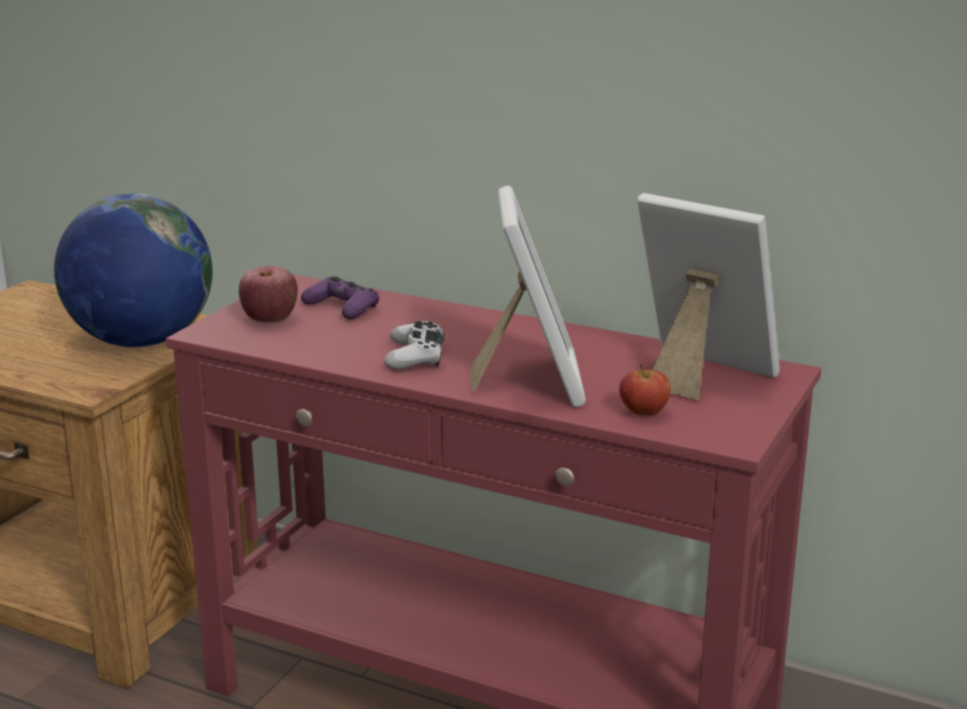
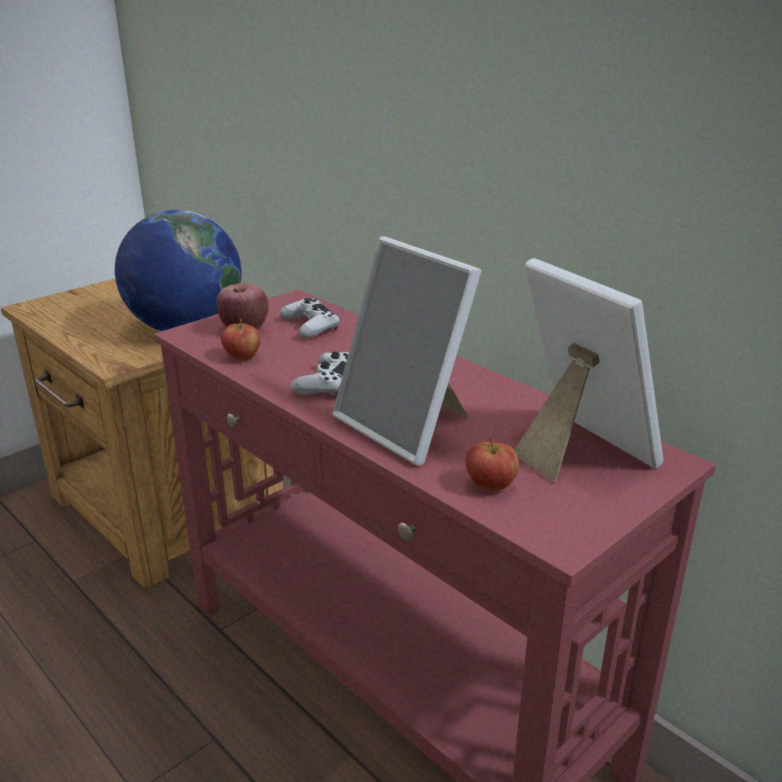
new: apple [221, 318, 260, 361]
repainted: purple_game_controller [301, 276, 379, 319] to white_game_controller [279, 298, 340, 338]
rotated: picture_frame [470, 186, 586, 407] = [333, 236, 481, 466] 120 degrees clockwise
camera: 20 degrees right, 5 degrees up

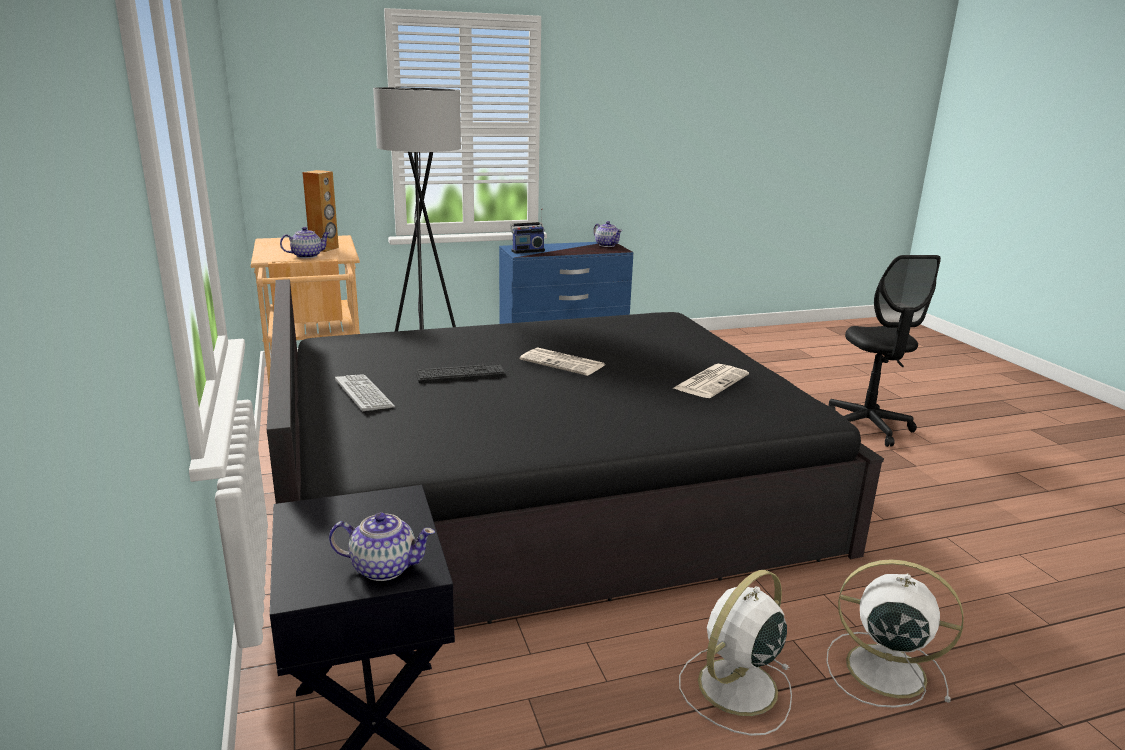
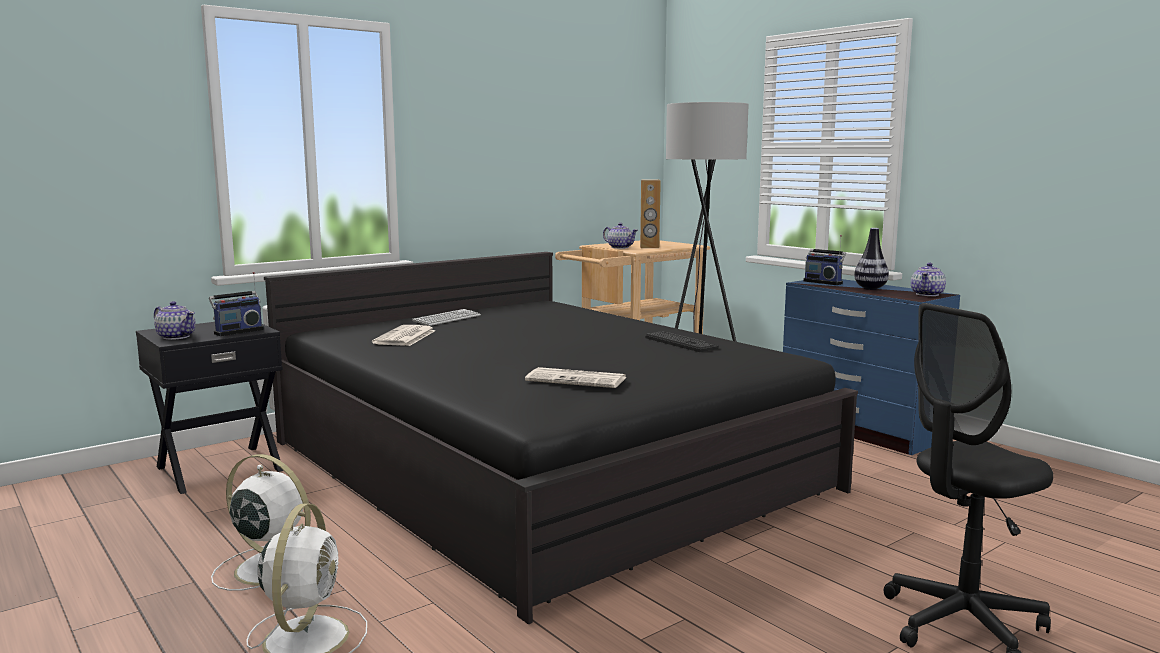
new: vase [854, 228, 889, 290]; radio [209, 272, 264, 337]
shifted: newspaper [520, 347, 604, 376] to [372, 325, 436, 346]; keyboard [416, 364, 506, 383] to [645, 331, 719, 352]
rotated: teapot [329, 513, 435, 581] = [154, 301, 196, 340] 45 degrees counterclockwise
camera: 70 degrees right, 10 degrees down

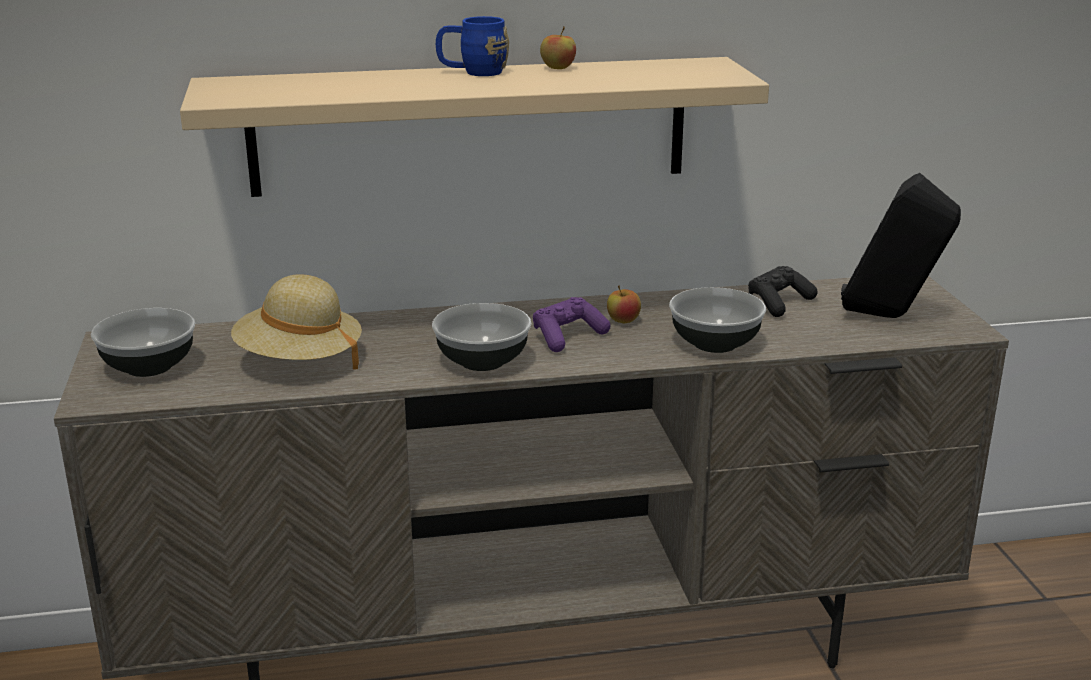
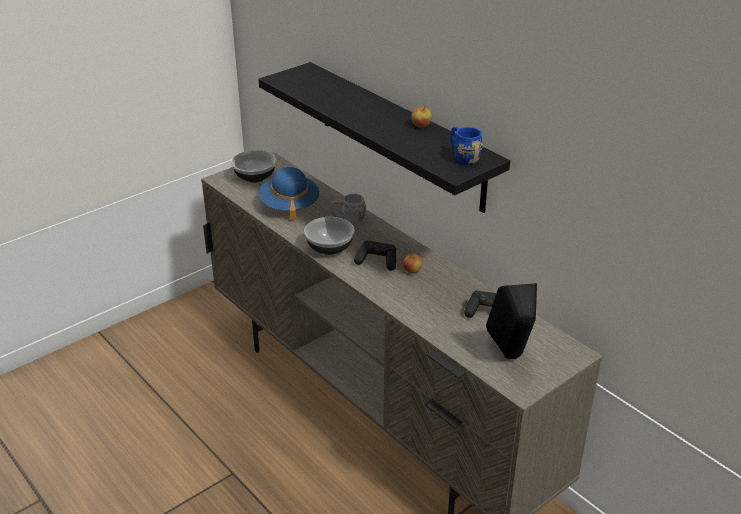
gone: bowl [669, 287, 766, 353]
new: grey_mug [330, 194, 366, 225]
shifted: blue_mug [436, 16, 509, 76] to [450, 127, 483, 165]
repainted: beige_shelf [180, 57, 769, 197] to black_shelf [259, 62, 510, 213]; beige_hat [231, 274, 362, 370] to blue_hat [259, 167, 319, 222]; purple_game_controller [533, 297, 611, 352] to black_game_controller [354, 240, 396, 271]
camera: 60 degrees right, 10 degrees up

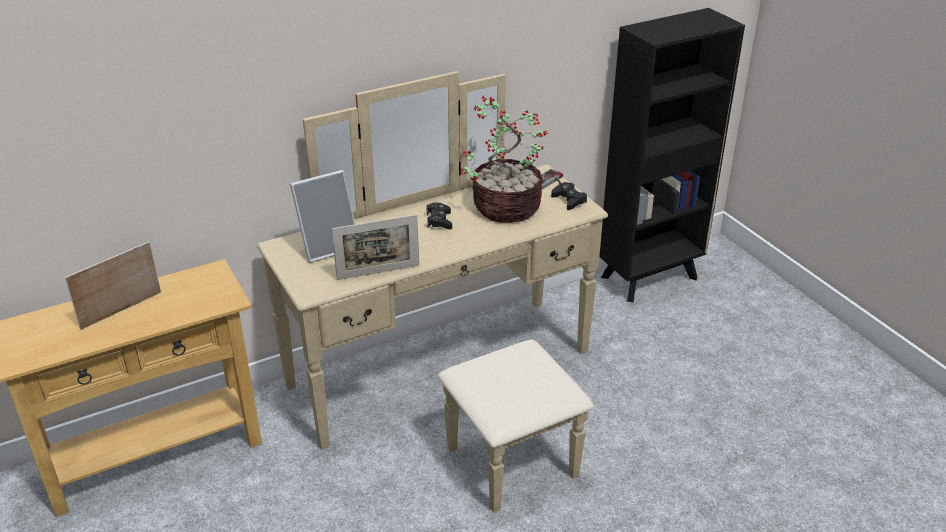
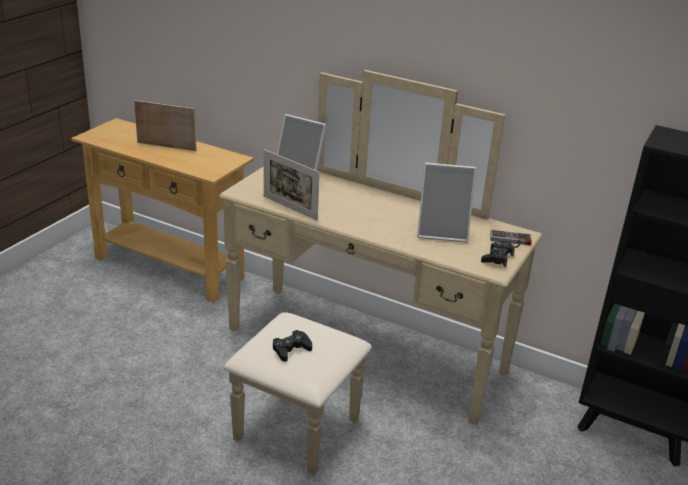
shifted: black_game_controller [426, 202, 452, 229] to [273, 330, 312, 362]
swapped: potted_plant [460, 96, 549, 223] to picture_frame [417, 162, 476, 242]
camera: 55 degrees right, 5 degrees down

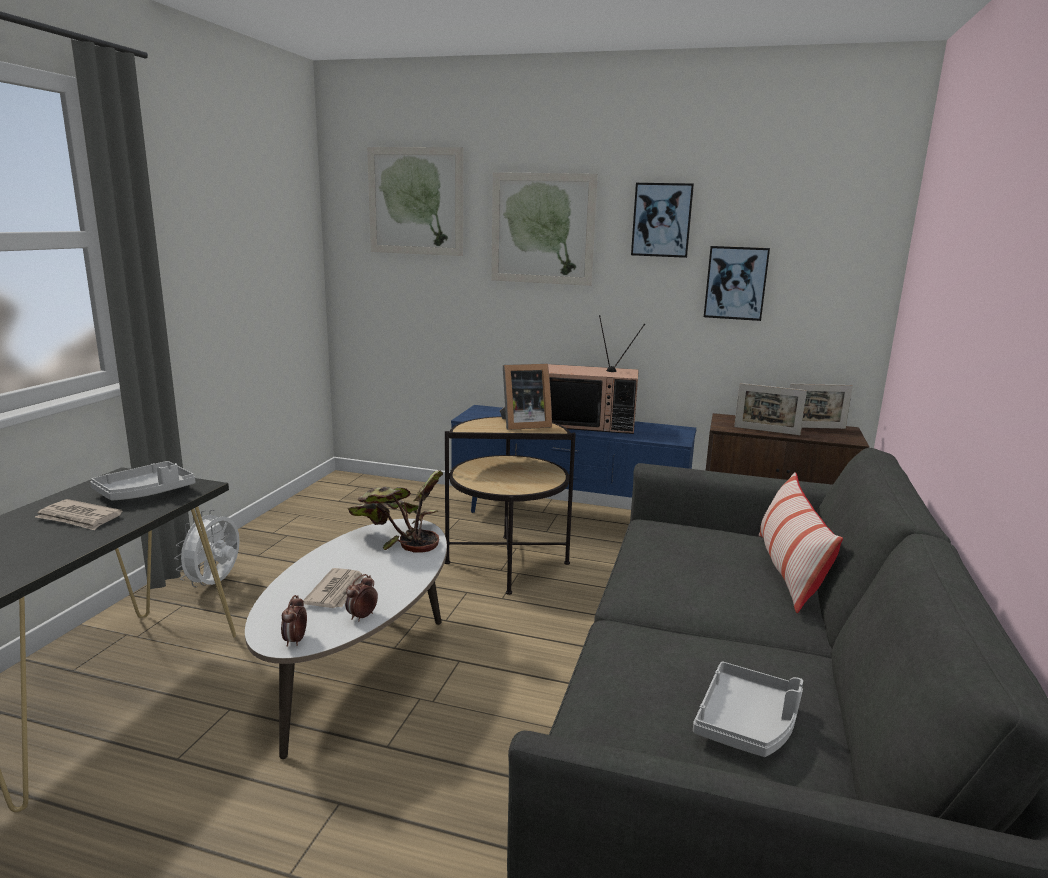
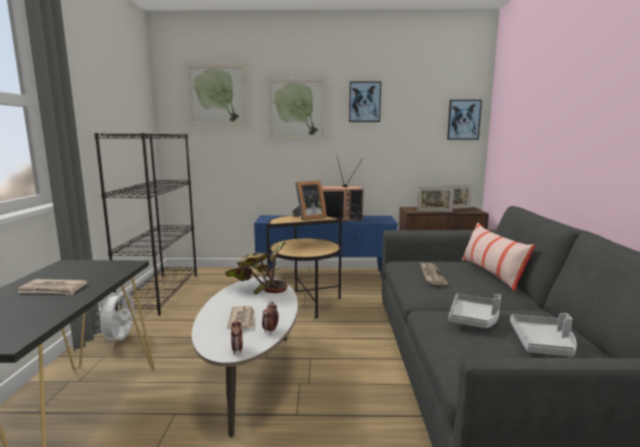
new: black_bookcase [94, 133, 197, 315]; newspaper [420, 262, 448, 285]
shifted: picture [704, 246, 770, 321] to [447, 100, 482, 140]; grey_tray [90, 461, 195, 501] to [448, 294, 501, 328]
camera: 15 degrees left, 5 degrees down

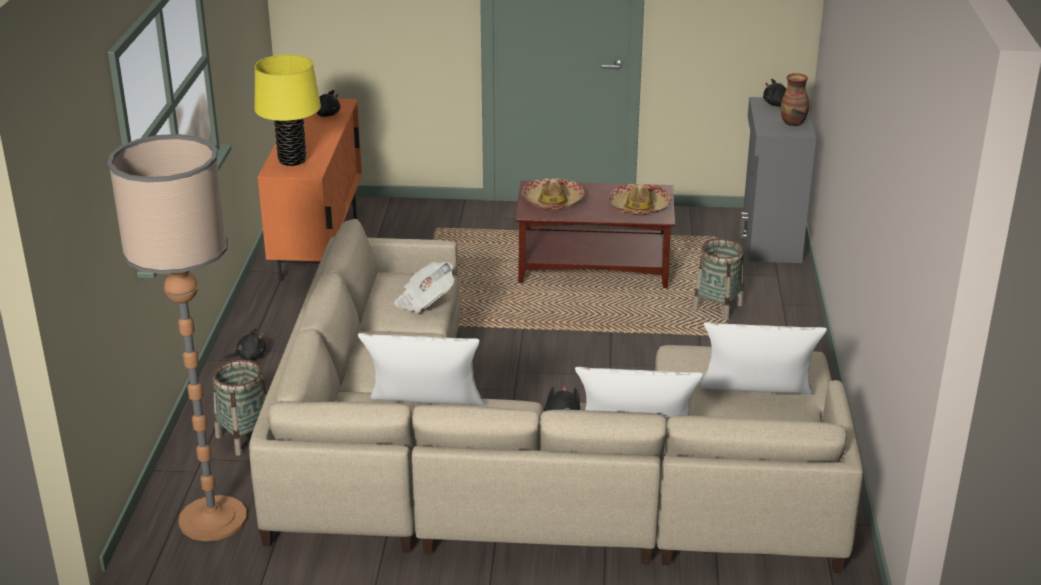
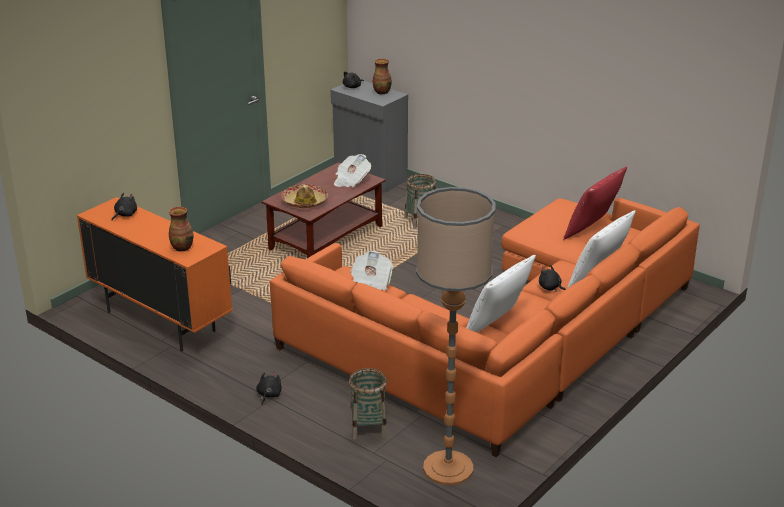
swapped: yellow_table_lamp [255, 54, 321, 166] to vase [169, 207, 193, 251]; hat [609, 184, 672, 215] to newspaper [334, 154, 371, 187]
repainted: beige_sofa [249, 219, 863, 573] to orange_sofa [270, 198, 700, 457]; white_pillow [697, 322, 827, 394] to red_pillow [563, 167, 627, 239]
camera: 55 degrees left, 0 degrees up

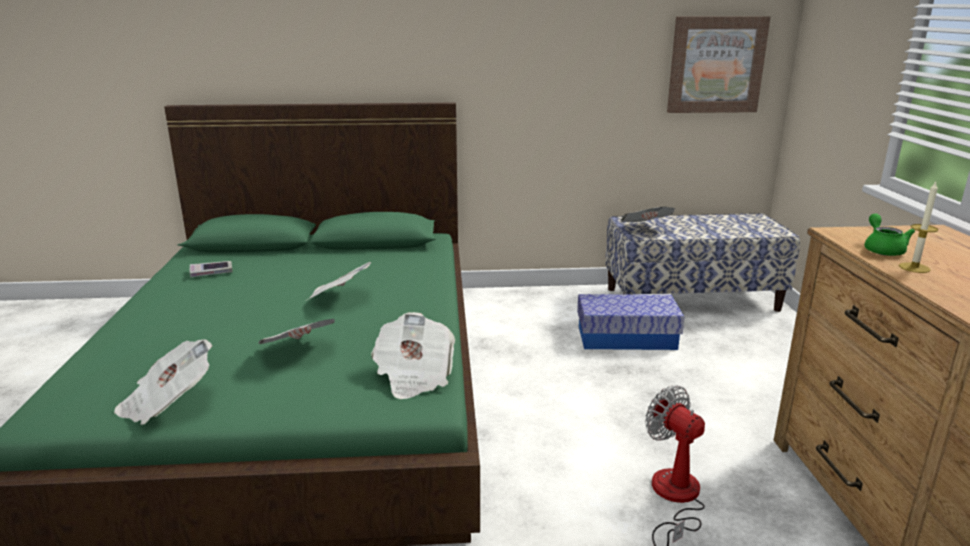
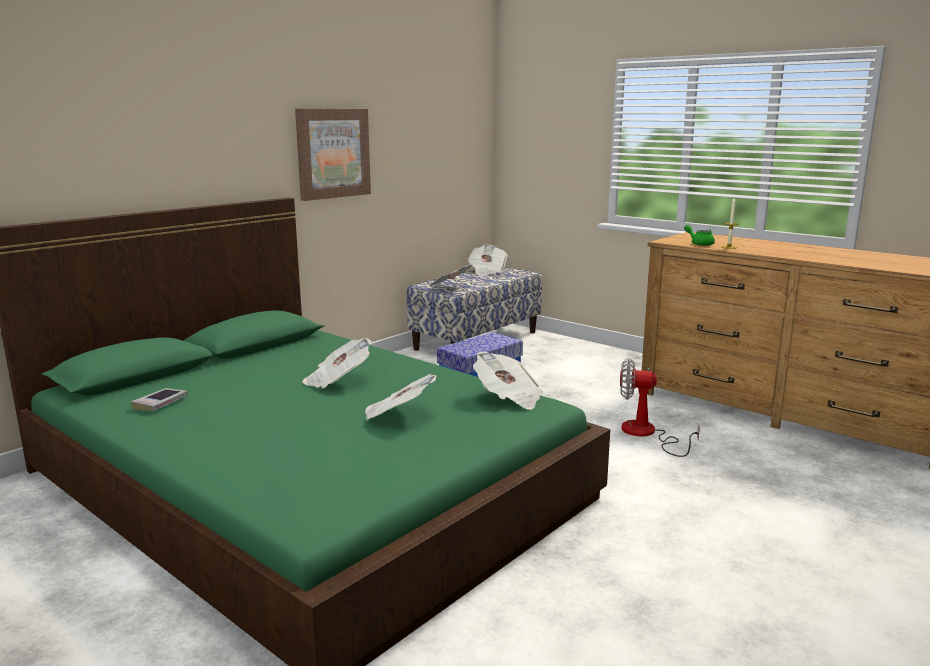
shifted: picture [667, 16, 770, 113] to [295, 109, 371, 201]; newspaper [114, 339, 212, 425] to [468, 245, 508, 276]
camera: 45 degrees left, 5 degrees down

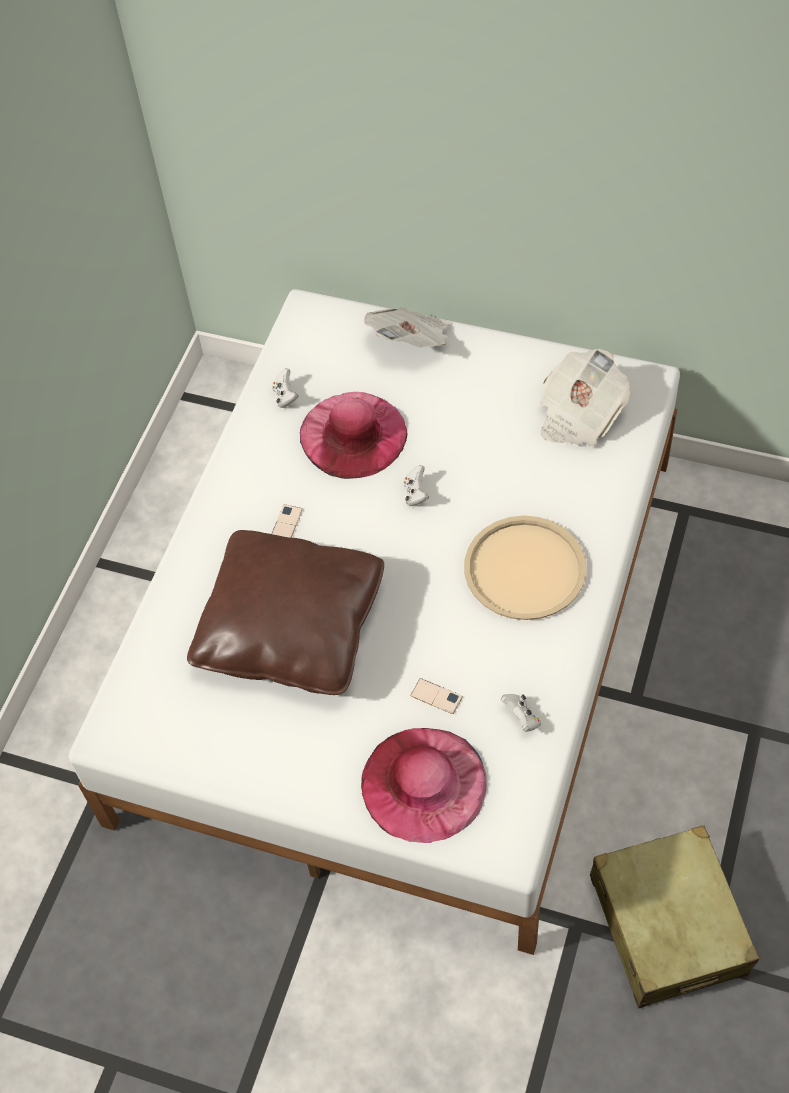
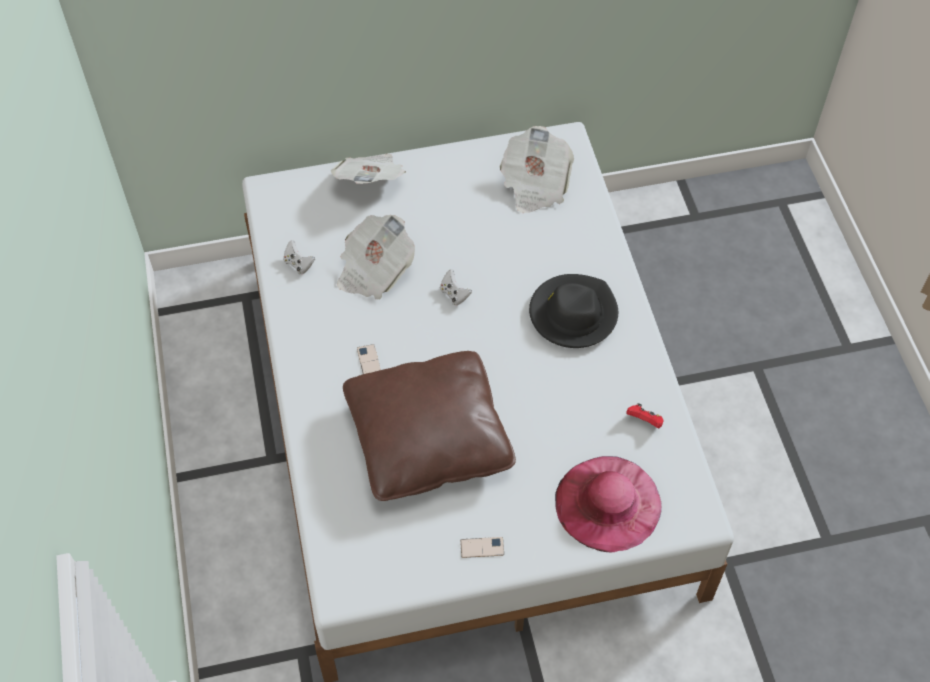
gone: beige_suitcase [590, 826, 759, 1009]
shifted: phone [410, 678, 463, 714] to [460, 537, 504, 558]
swapped: pink_hat [300, 392, 407, 479] to newspaper [337, 215, 415, 300]; beige_tray [464, 515, 587, 620] to black_hat [529, 274, 618, 348]
repainted: white_game_controller [501, 694, 541, 732] to red_game_controller [626, 403, 663, 428]
camera: 35 degrees left, 0 degrees up

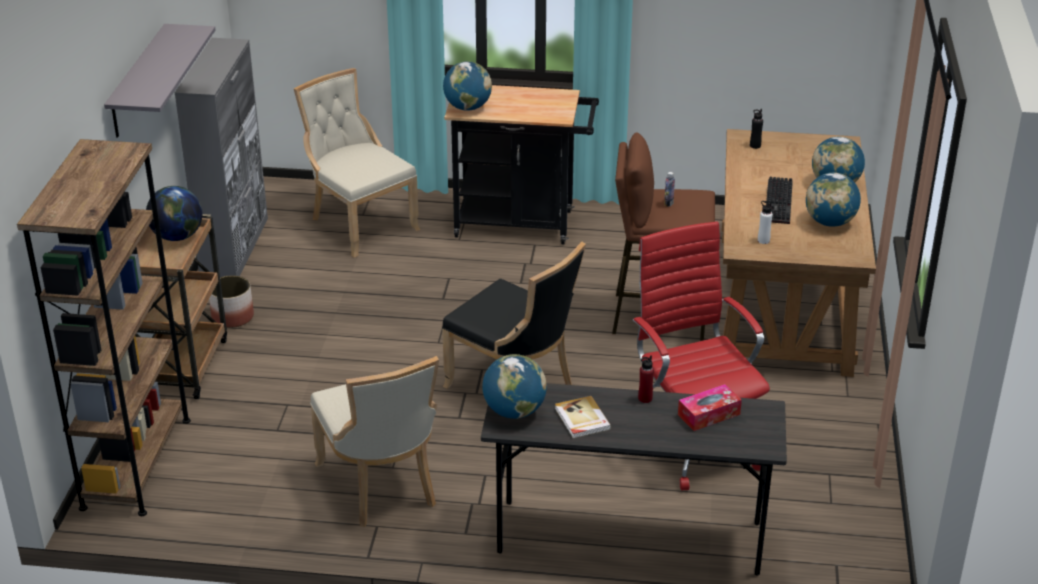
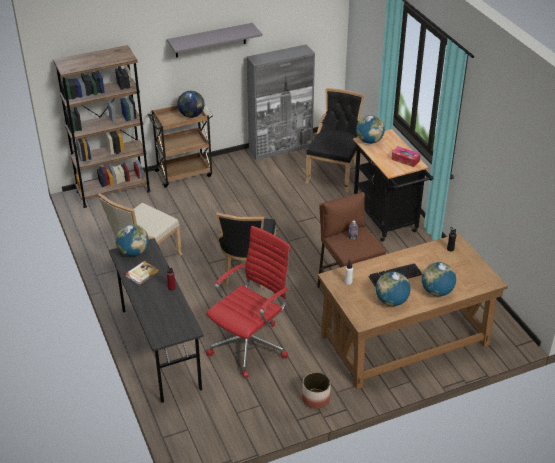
shifted: planter [209, 275, 254, 328] to [302, 372, 331, 409]; tissue_box [678, 384, 742, 431] to [391, 147, 421, 167]
repainted: beige_chair [294, 68, 420, 258] to black_chair [305, 88, 364, 192]
camera: 60 degrees right, 5 degrees up

